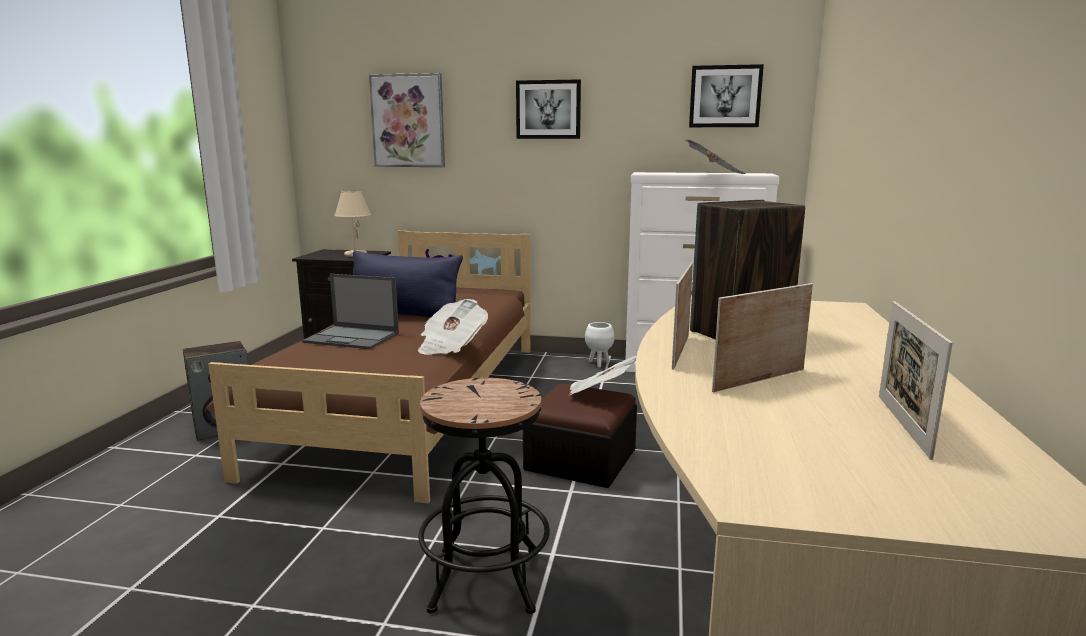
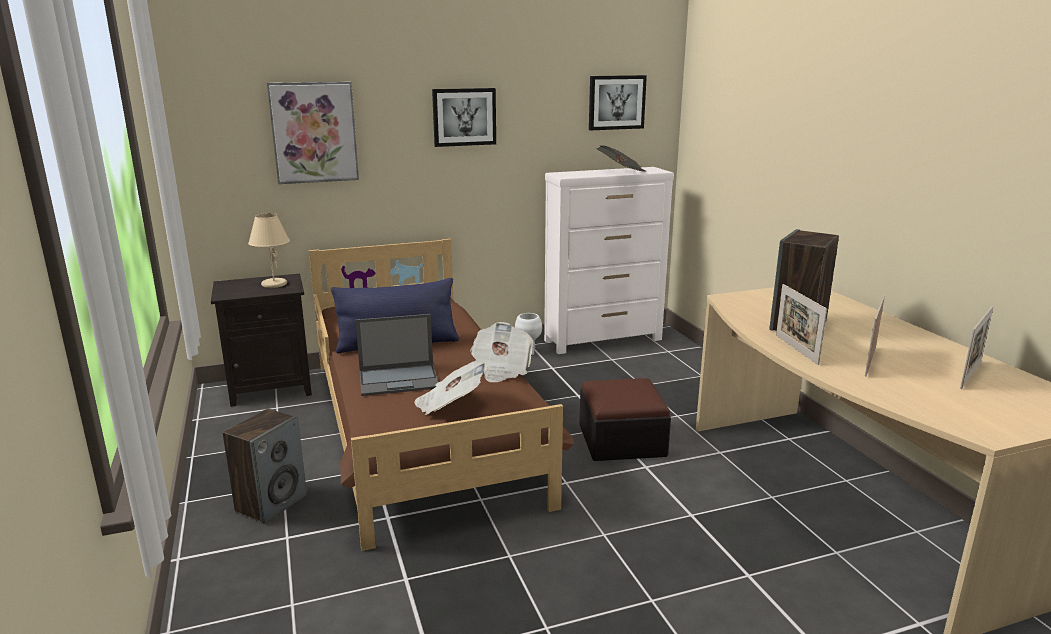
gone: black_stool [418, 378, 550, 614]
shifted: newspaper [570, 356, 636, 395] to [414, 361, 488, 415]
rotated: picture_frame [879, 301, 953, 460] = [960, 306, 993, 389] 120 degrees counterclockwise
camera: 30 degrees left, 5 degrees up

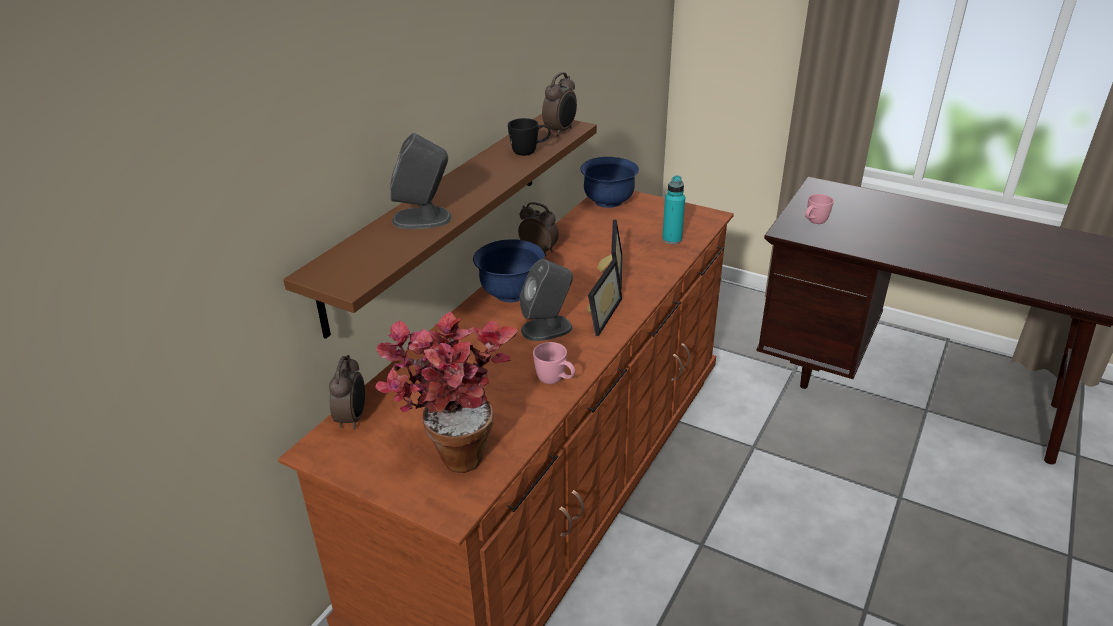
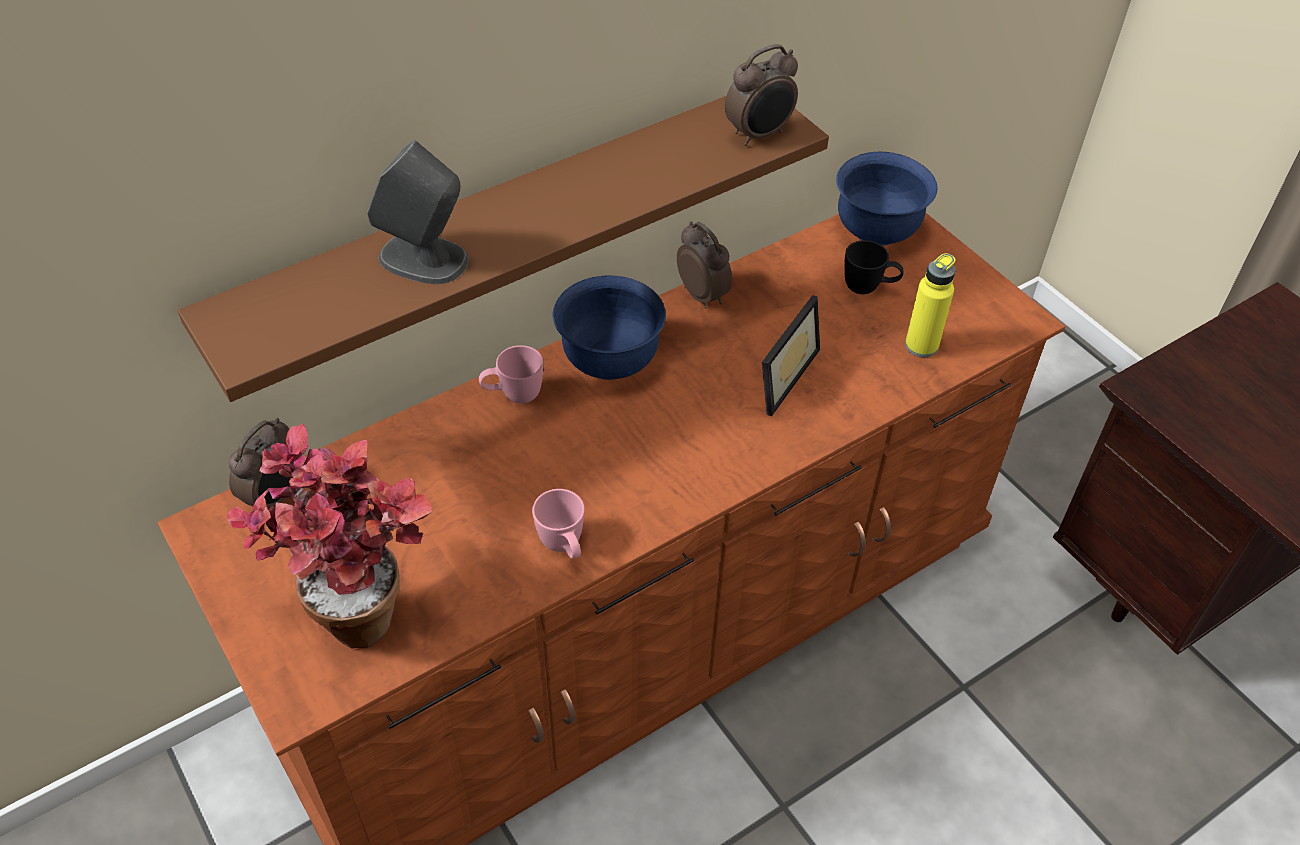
gone: grey_speaker [520, 259, 573, 341]; picture_frame [587, 259, 623, 336]
shifted: black_mug [508, 118, 551, 156] to [844, 240, 904, 294]; pink_mug [805, 194, 834, 224] to [479, 345, 543, 404]
repainted: turquoise_bottle [662, 176, 685, 244] to yellow_bottle [905, 253, 956, 357]
camera: 25 degrees right, 15 degrees up

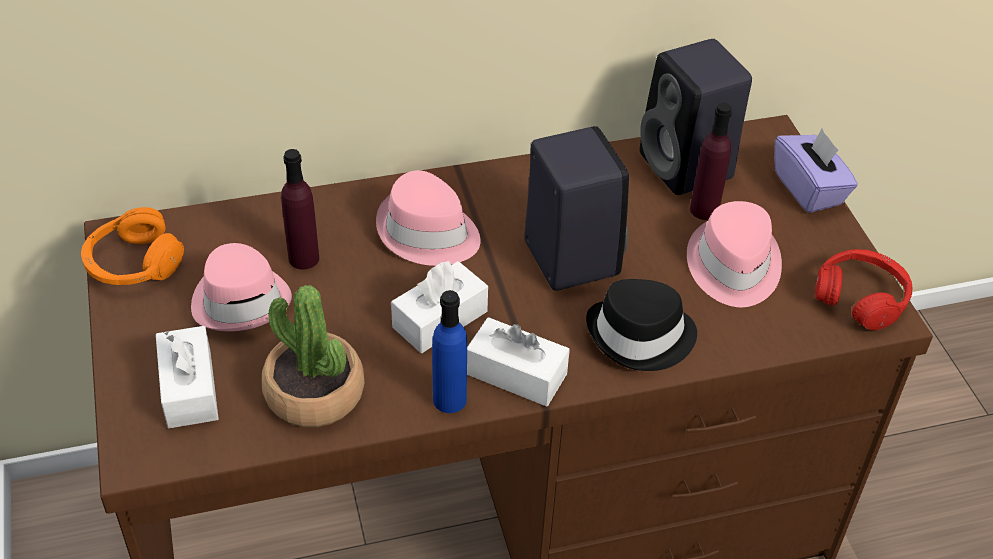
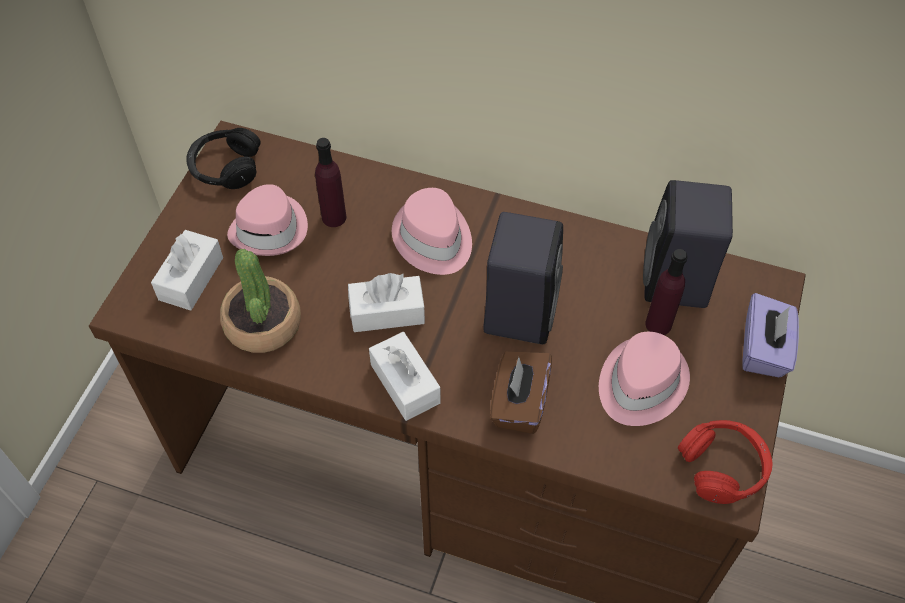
gone: blue_bottle [432, 290, 467, 413]
swapped: black_hat [586, 279, 697, 371] to brown_tissue_box [490, 351, 552, 434]
repainted: orange_headphones [81, 207, 184, 285] to black_headphones [186, 128, 261, 189]
camera: 35 degrees right, 10 degrees up

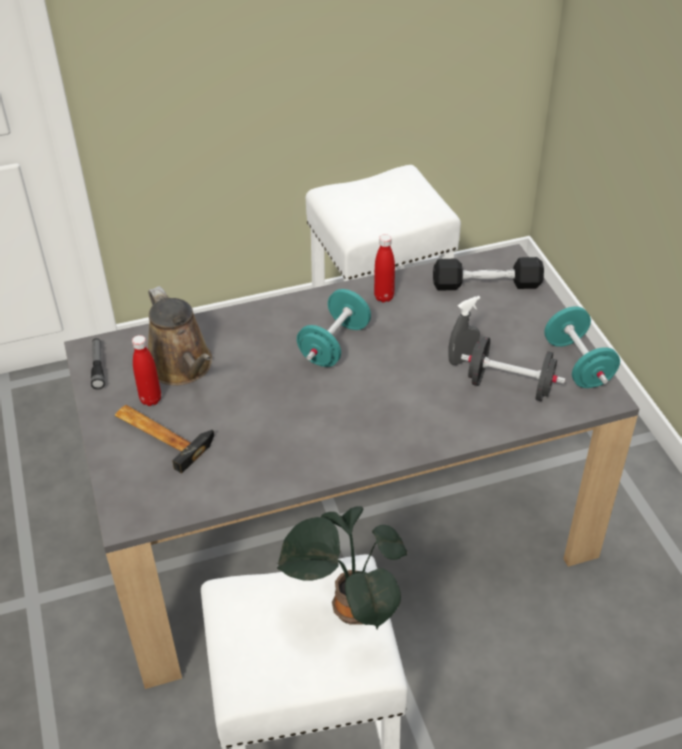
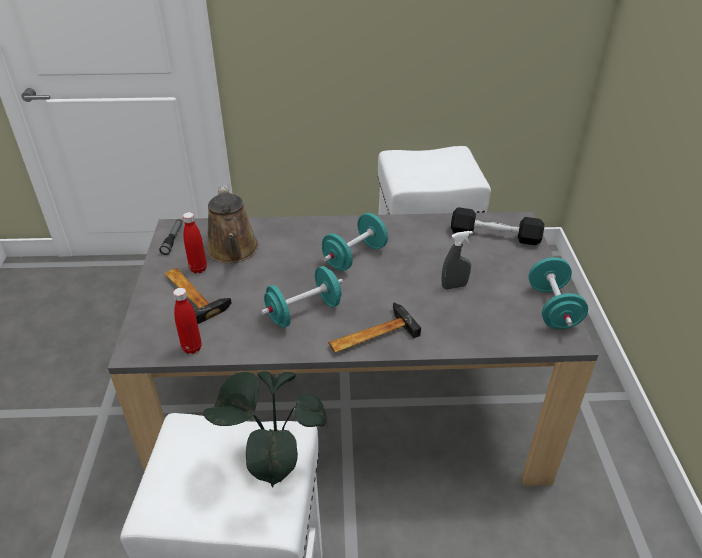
gone: black_dumbbell [461, 337, 566, 401]
new: turquoise_dumbbell [261, 266, 343, 328]; hammer [328, 303, 421, 353]
shifted: red_bottle [374, 234, 395, 303] to [173, 288, 202, 354]
camera: 15 degrees right, 5 degrees down

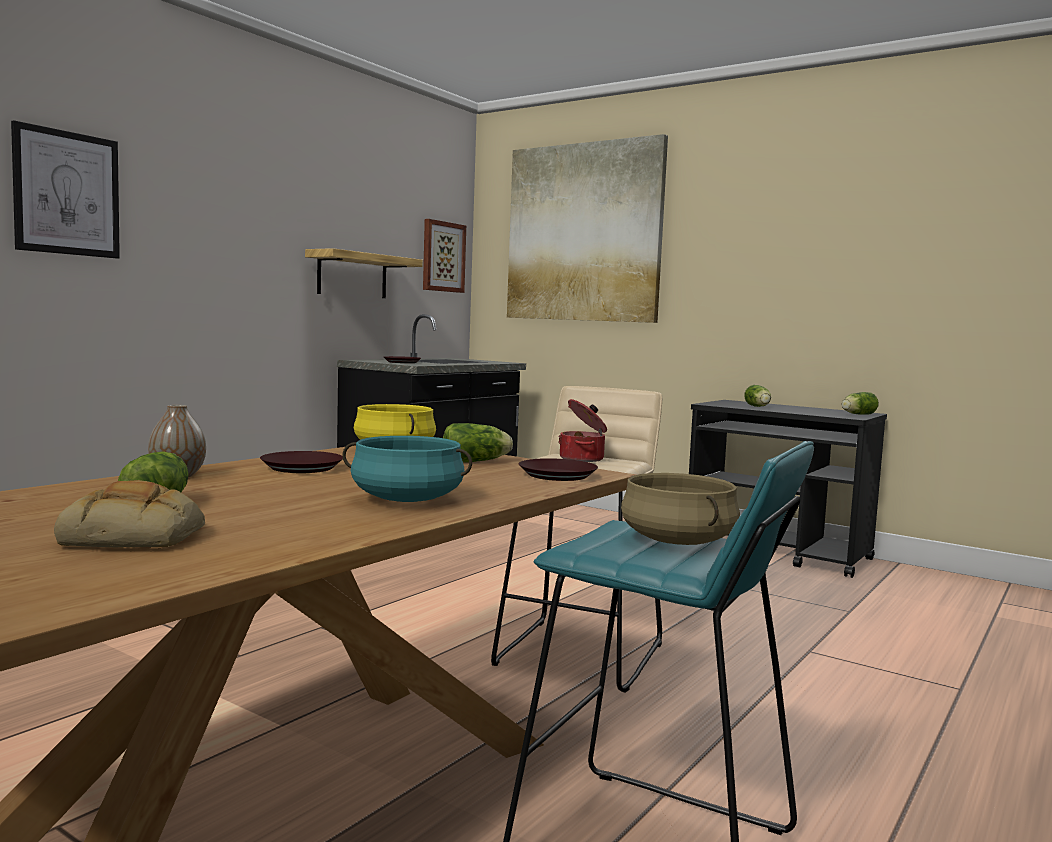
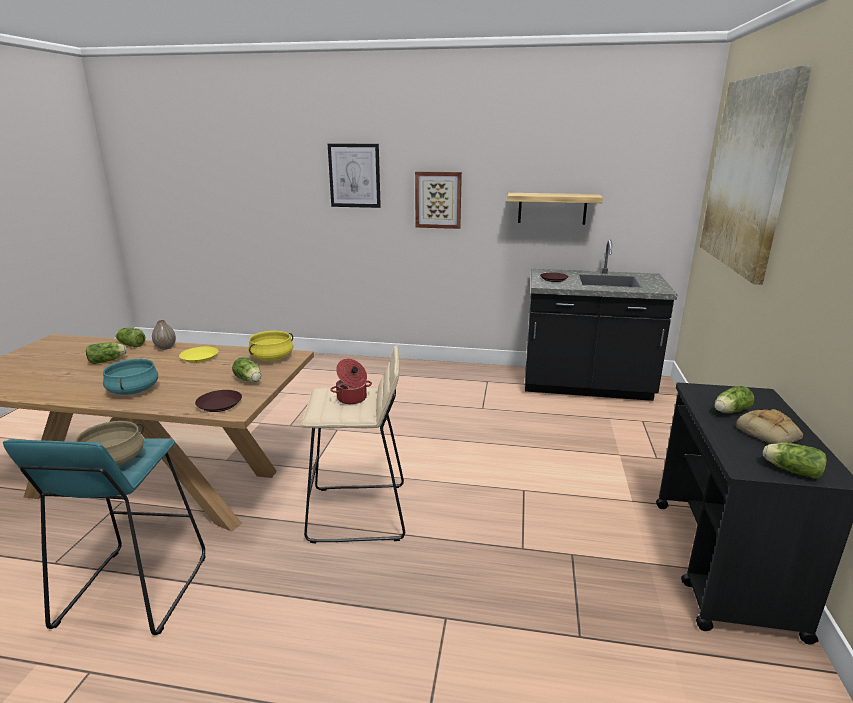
new: lettuce [115, 328, 146, 347]
shifted: picture [423, 219, 466, 293] to [415, 172, 462, 229]; bread [54, 480, 205, 547] to [736, 409, 803, 444]
repainted: brown_plate [260, 451, 343, 473] to yellow_plate [179, 347, 218, 363]
camera: 65 degrees right, 15 degrees up

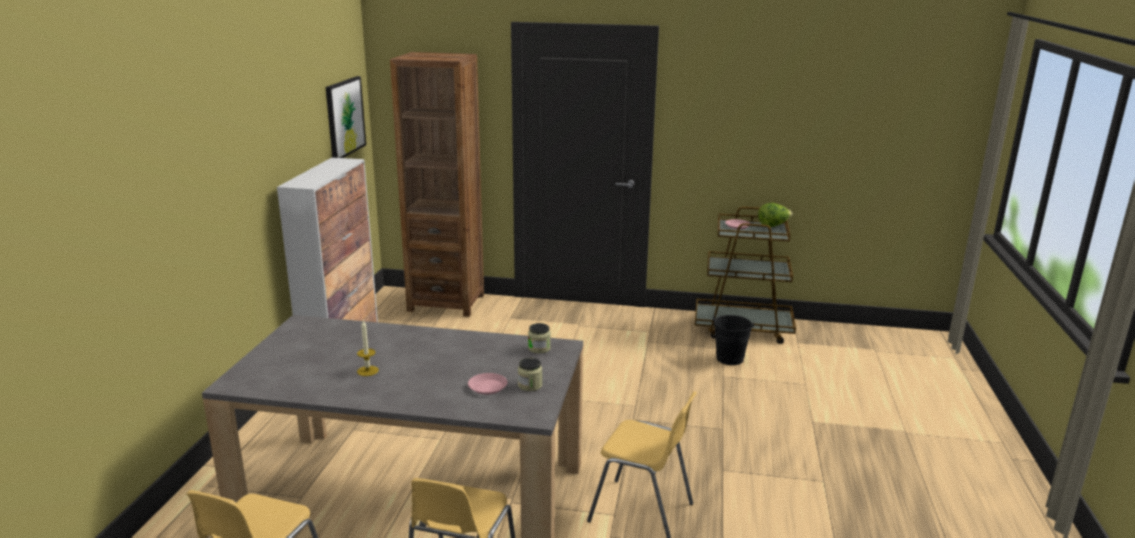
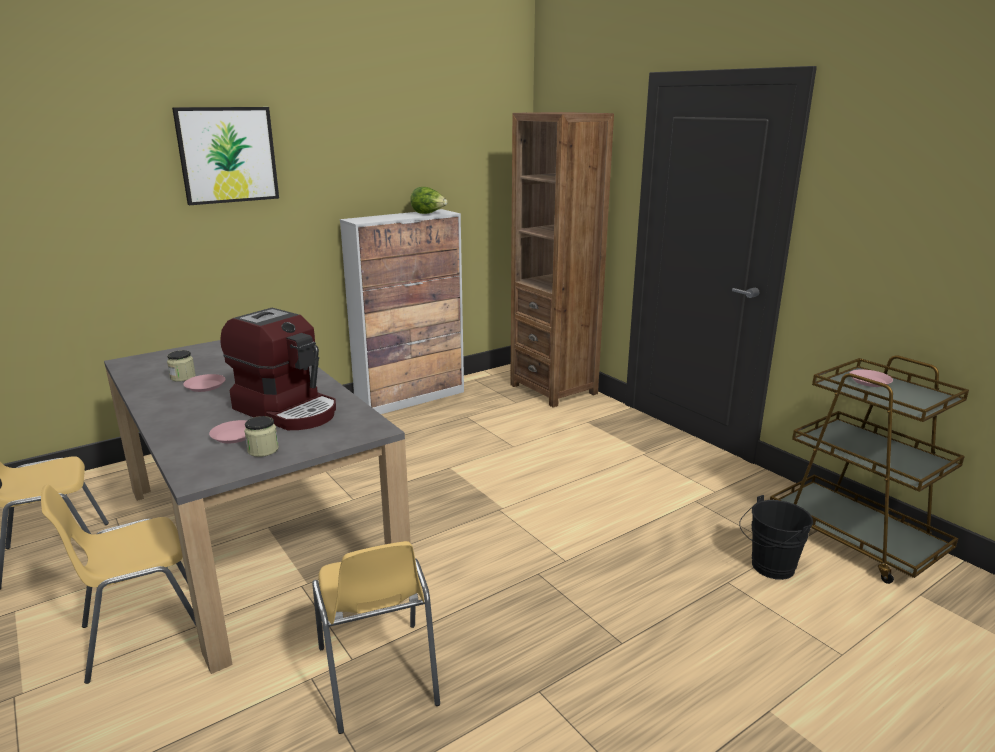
new: coffee_machine [220, 308, 336, 430]
shifted: picture [326, 76, 366, 158] to [172, 107, 279, 205]; lettuce [758, 203, 792, 227] to [410, 187, 448, 214]; jar [528, 323, 551, 353] to [167, 350, 196, 382]
swapped: candle [357, 320, 379, 376] to pink_plate [183, 374, 226, 392]
camera: 45 degrees right, 0 degrees up

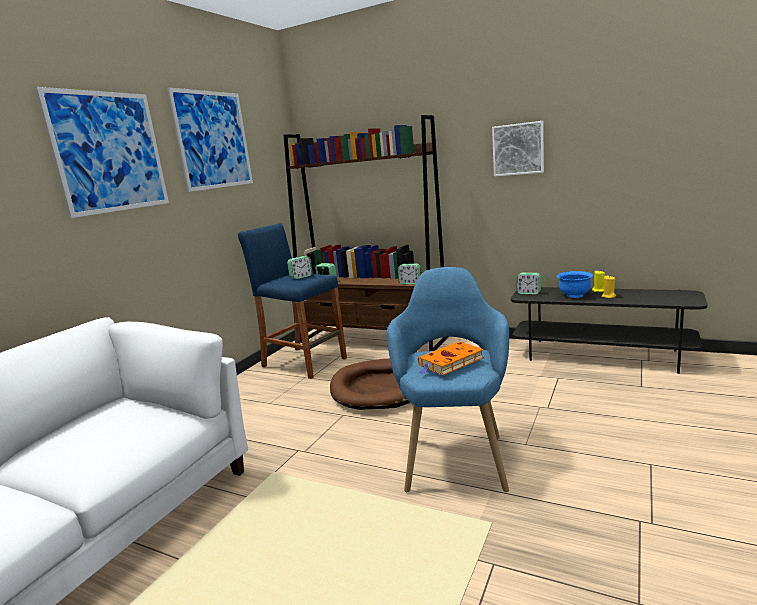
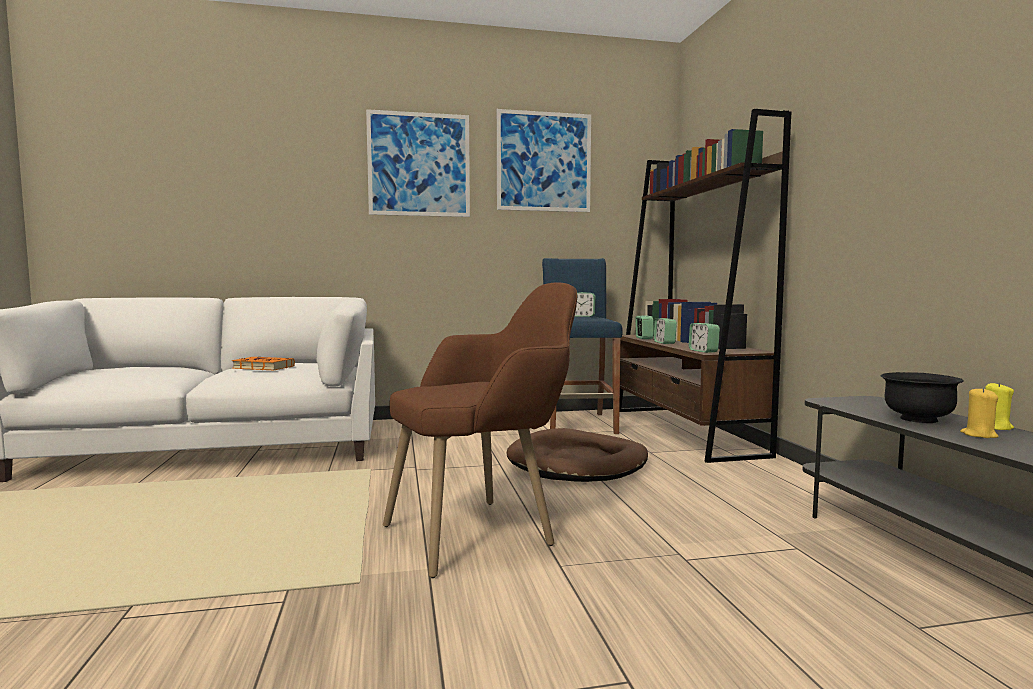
gone: picture [492, 121, 544, 176]
shifted: alarm_clock [517, 272, 541, 294] to [654, 318, 677, 344]; orange_book [418, 342, 484, 375] to [232, 357, 295, 371]
repainted: blue_armchair [387, 267, 509, 493] to brown_armchair [383, 282, 577, 578]; blue_bowl [557, 271, 593, 298] to black_bowl [880, 372, 964, 423]
camera: 50 degrees right, 10 degrees down

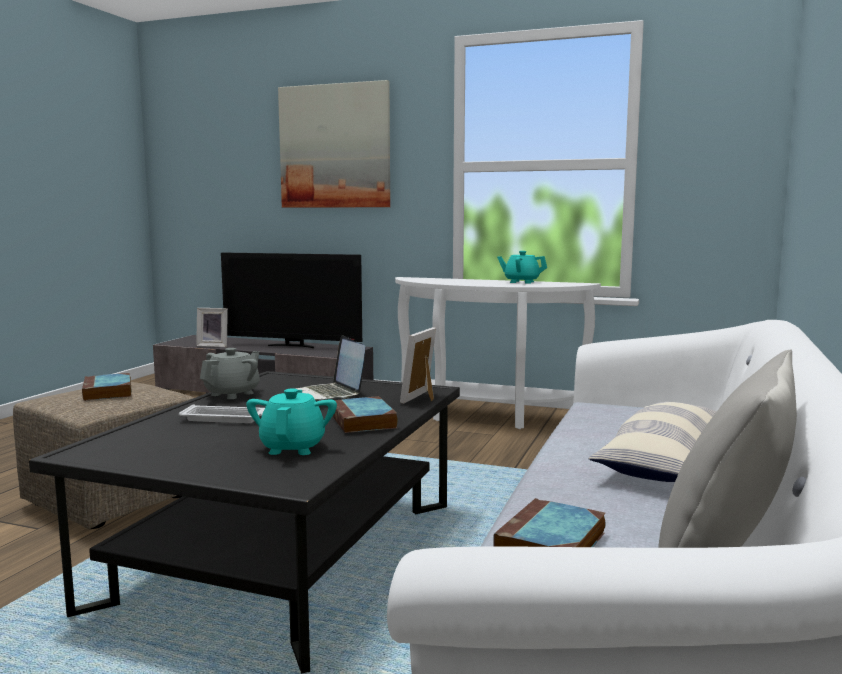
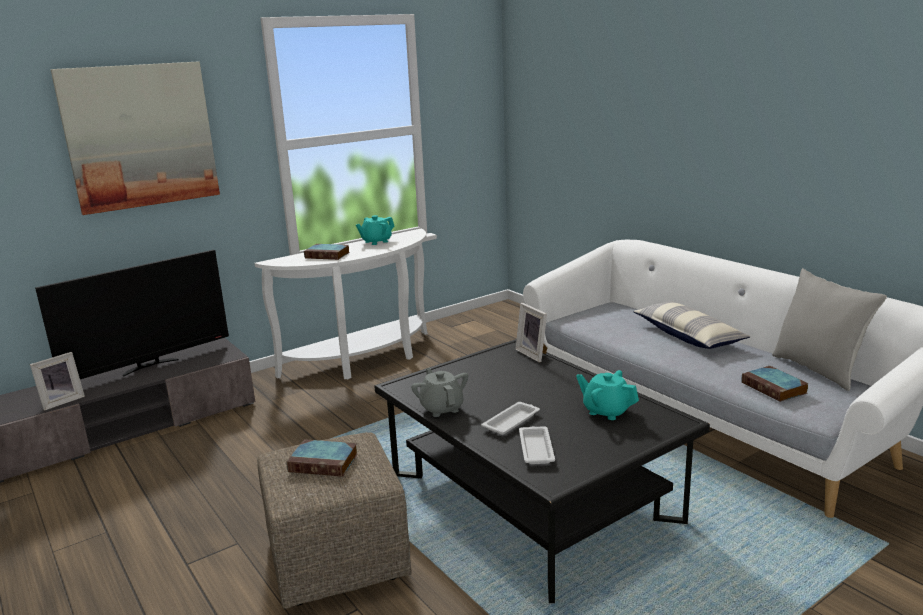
gone: laptop [295, 335, 365, 400]
new: white_tray [519, 426, 555, 464]
shifted: book [333, 396, 398, 433] to [304, 244, 350, 260]
camera: 55 degrees left, 10 degrees up

